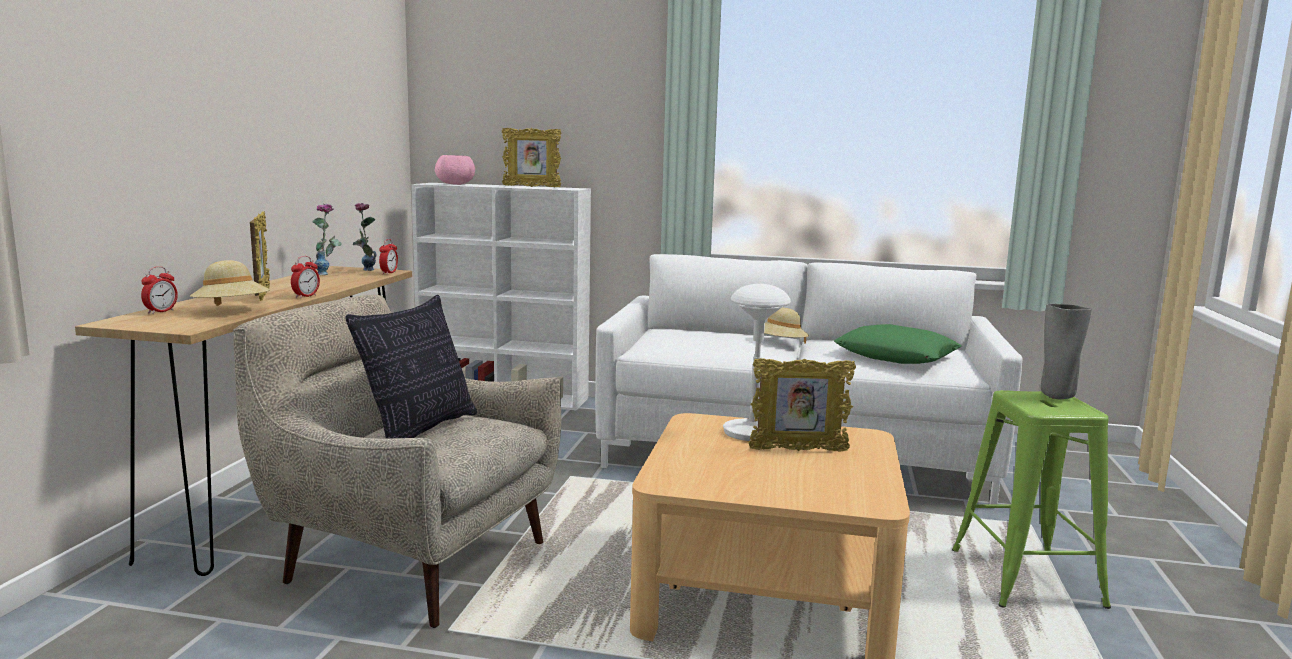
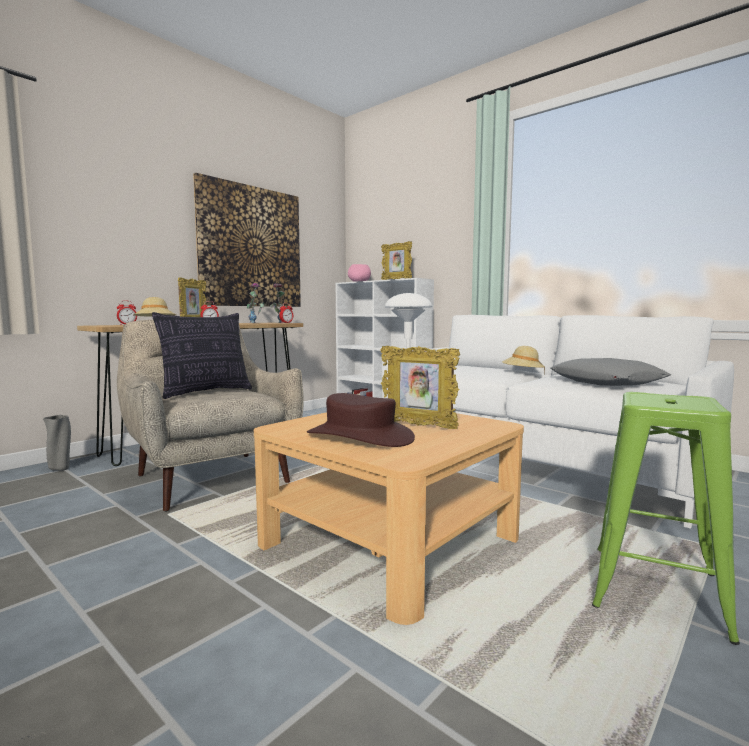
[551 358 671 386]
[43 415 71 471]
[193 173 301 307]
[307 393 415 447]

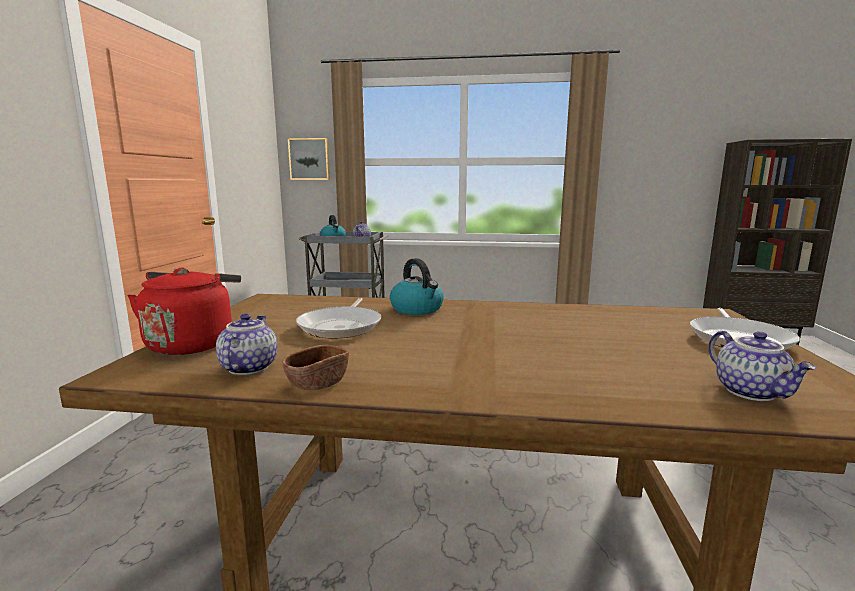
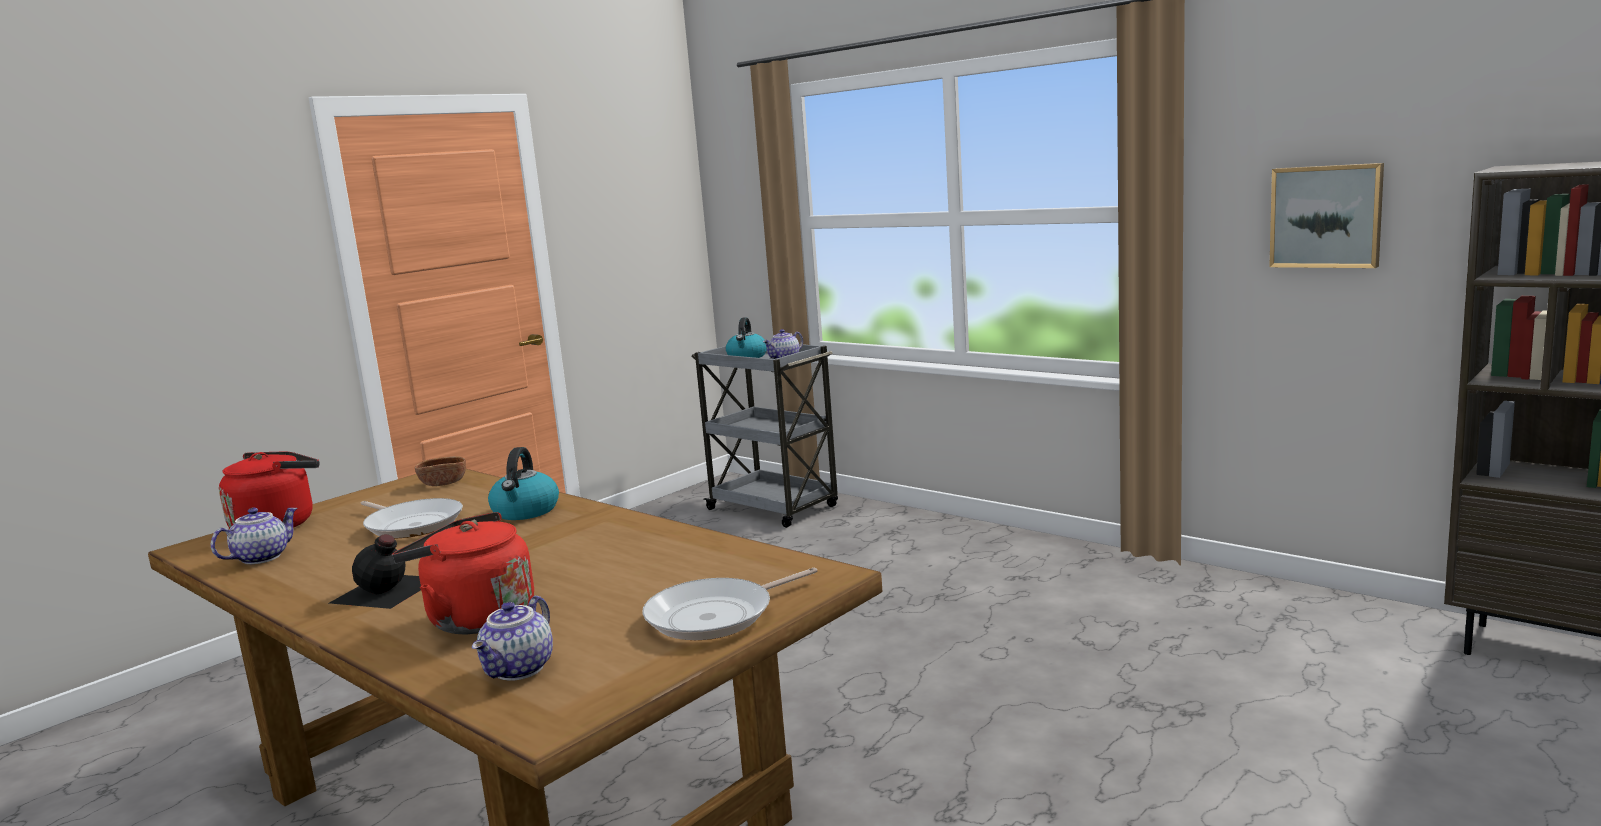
[415 456 466 486]
[1269 163 1384 268]
[361 498 463 538]
[329 534 421 609]
[392 512 534 634]

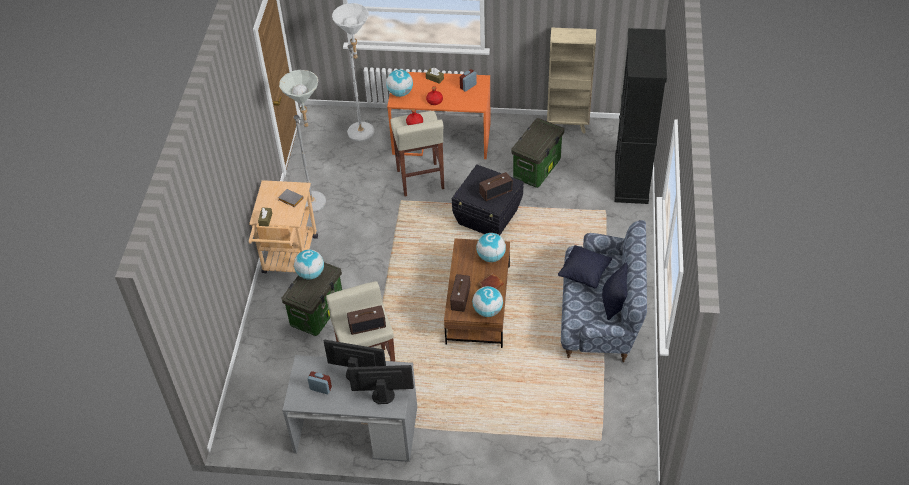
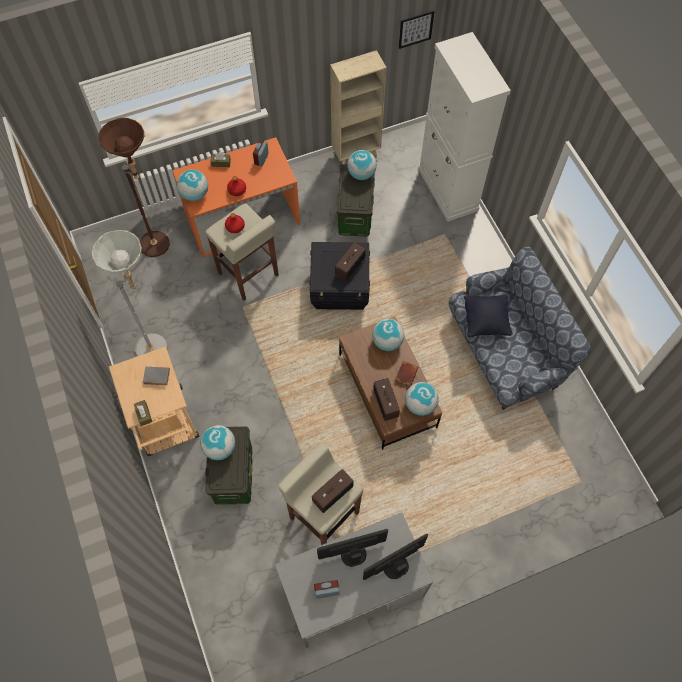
[98 118 170 257]
[602 262 628 320] (first image)
[418 32 511 222]
[347 150 377 180]
[399 10 435 49]

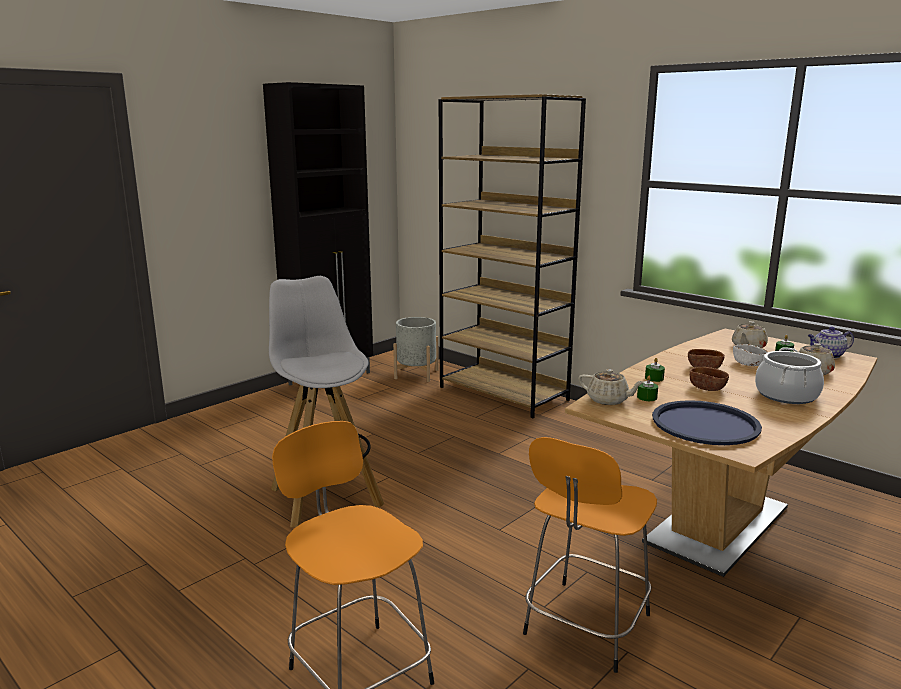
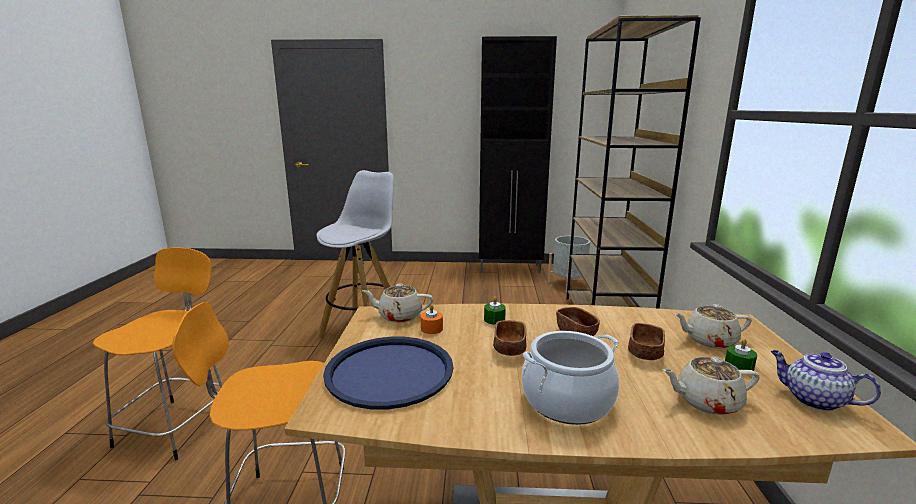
[362 284 433 323]
[421 304 443 334]
[628 323 665 360]

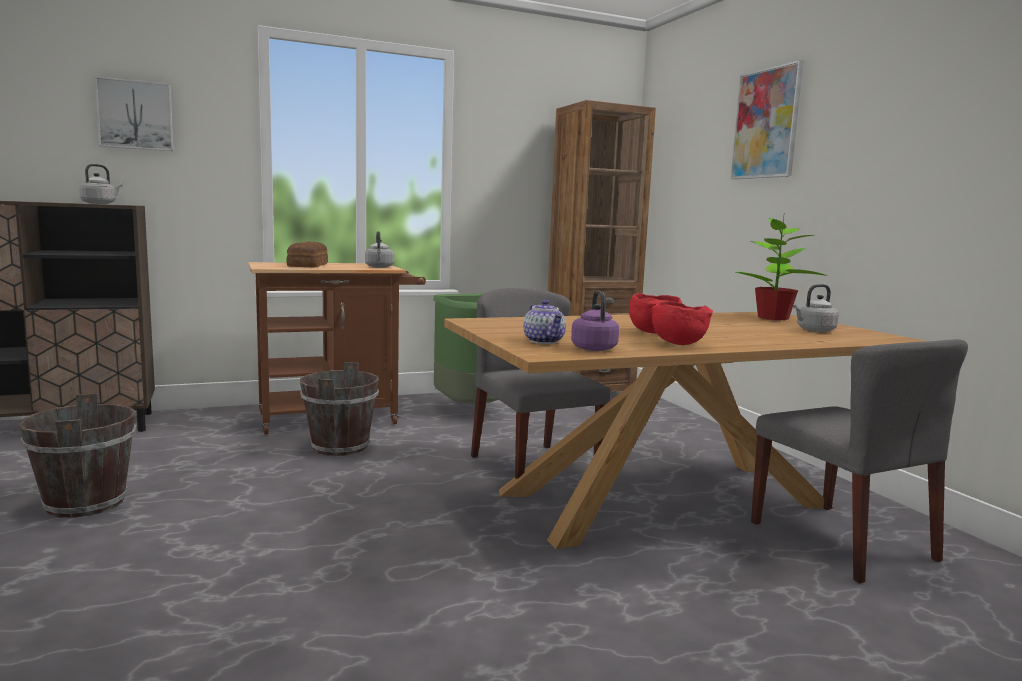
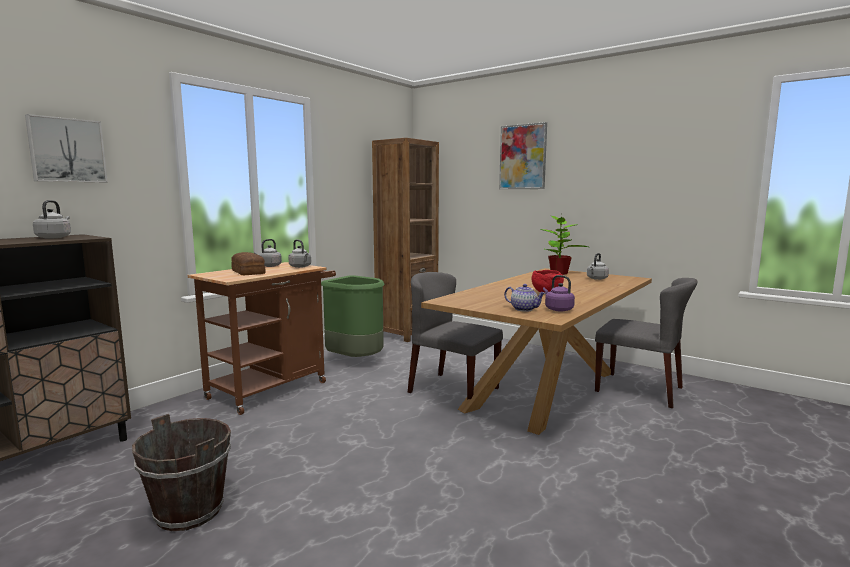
[300 362 379 456] (first image)
[650 302 713 345] (first image)
[254 239 282 267]

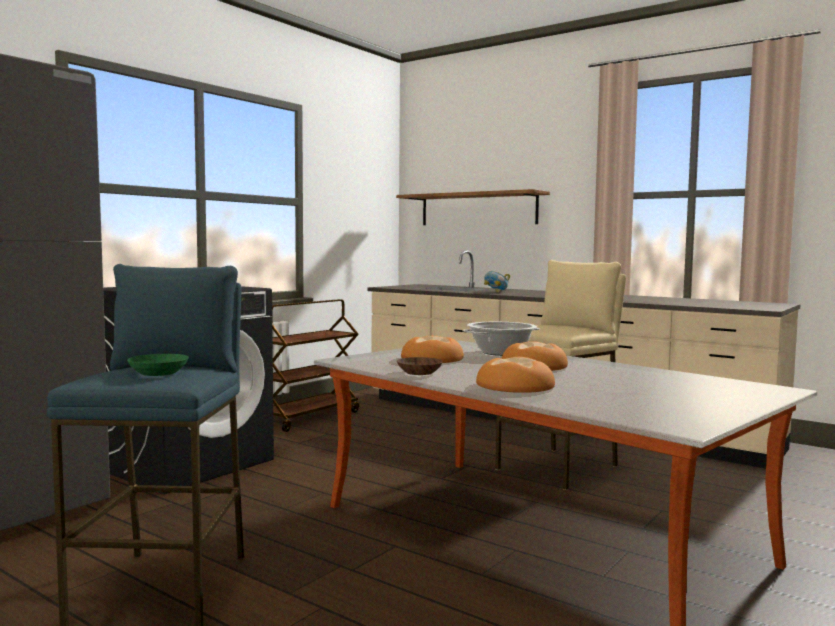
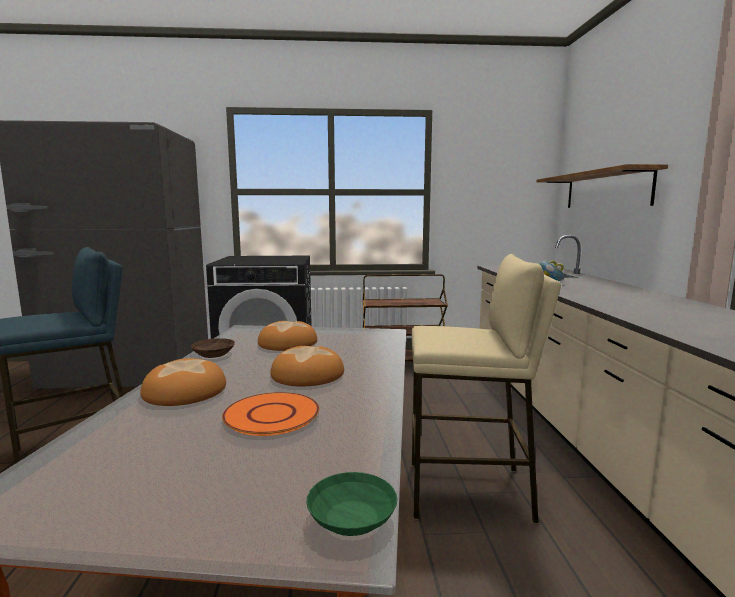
[306 472 397 536]
[462 322 540 356] (first image)
[222 392 319 436]

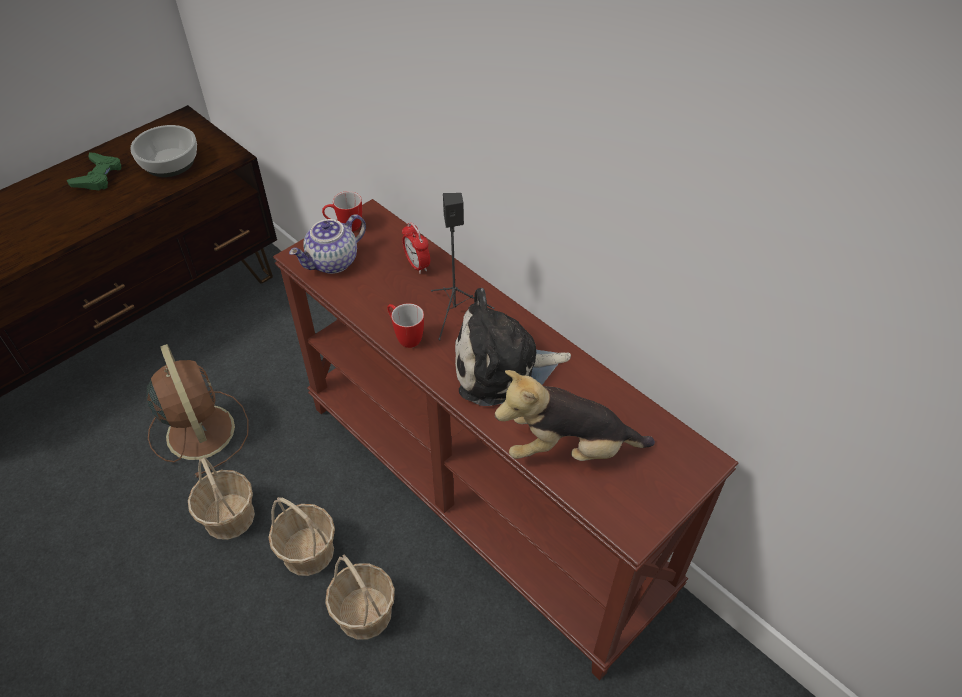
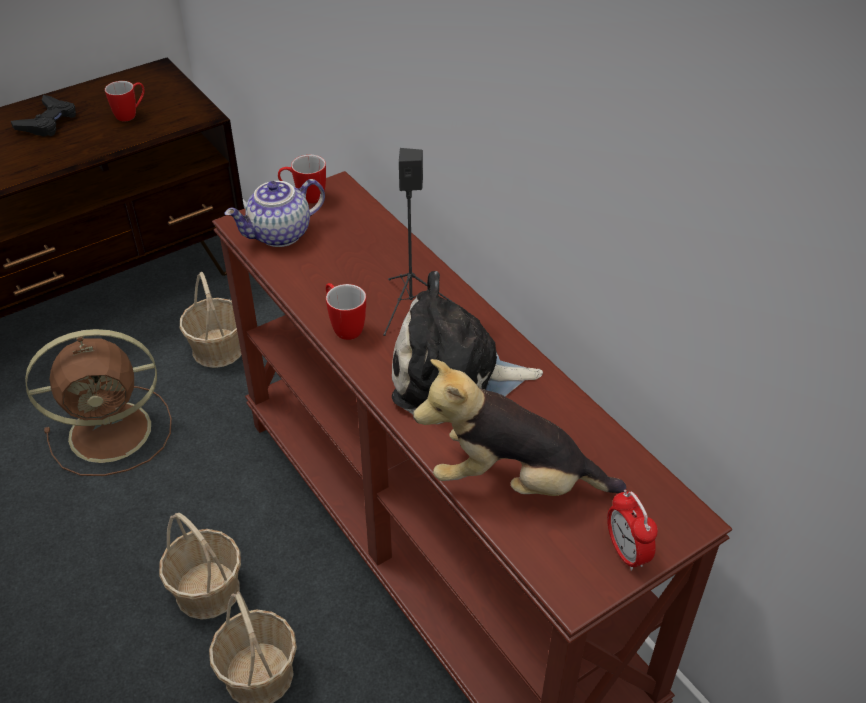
[11 95 76 137]
[105 81 145 122]
[25 329 172 476]
[180 272 242 368]
[607 490 658 571]

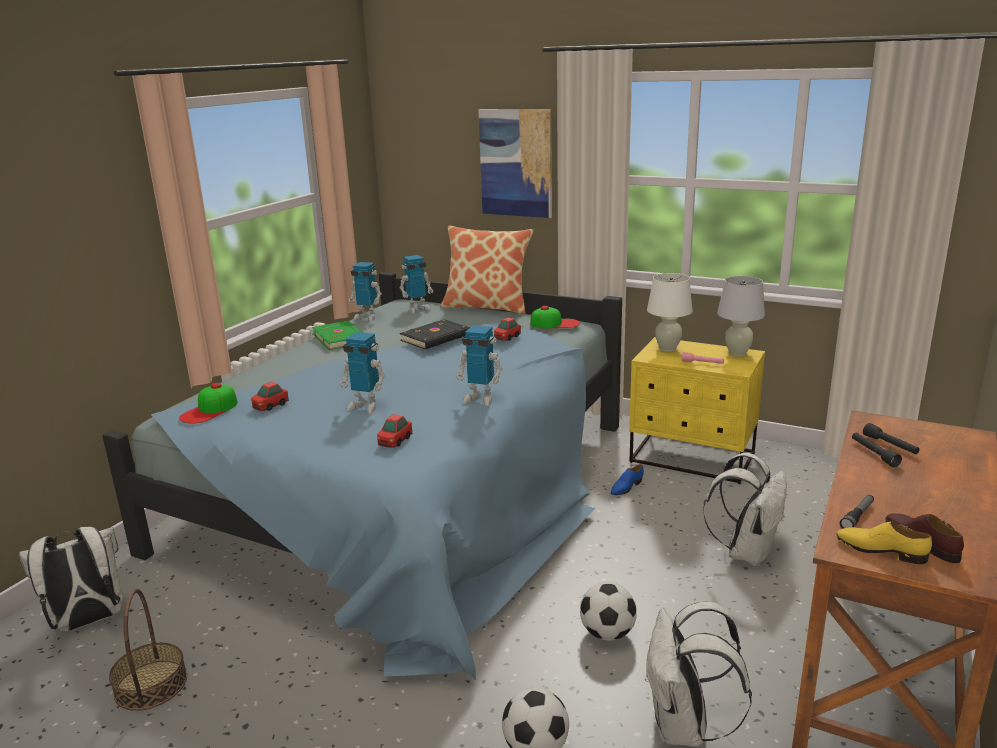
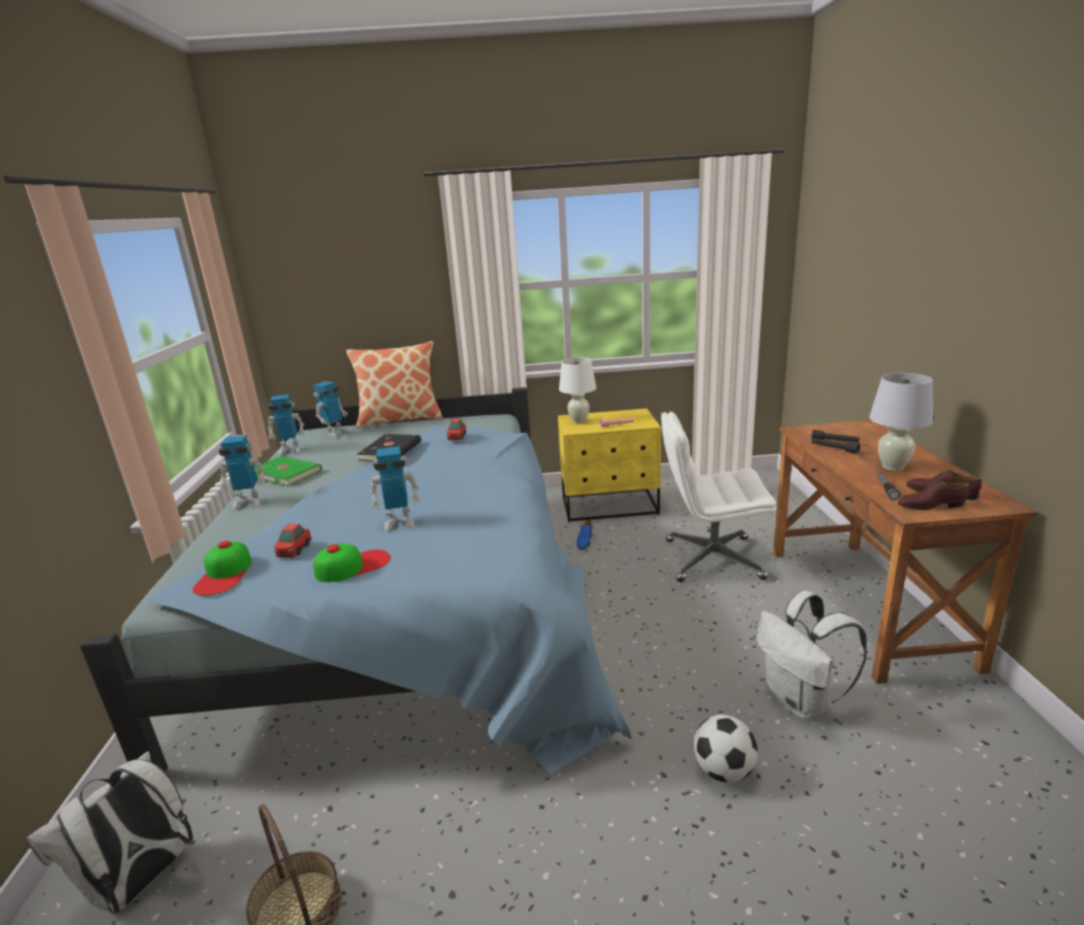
[377 414 412 448] (first image)
[219 435 265 510]
[478 109 552 218] (first image)
[313 543 391 582]
[580 582 637 641] (first image)
[661 412 777 582]
[869 373 933 471]
[898 481 969 510]

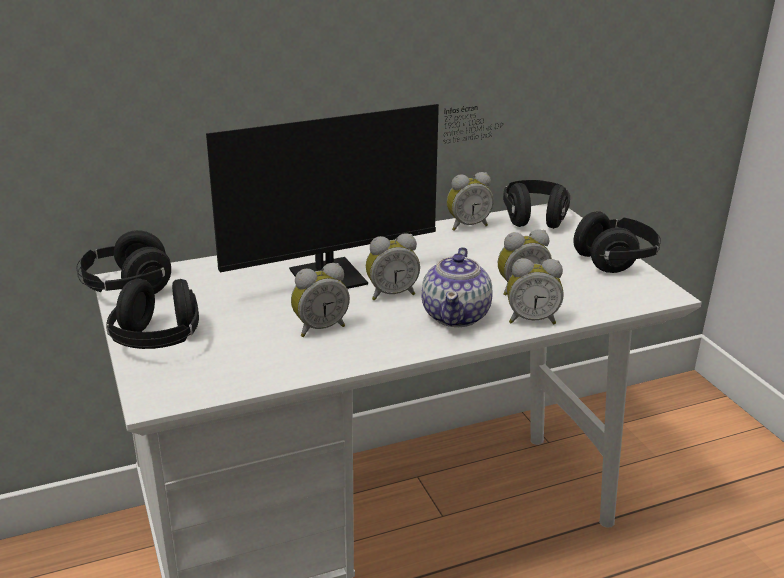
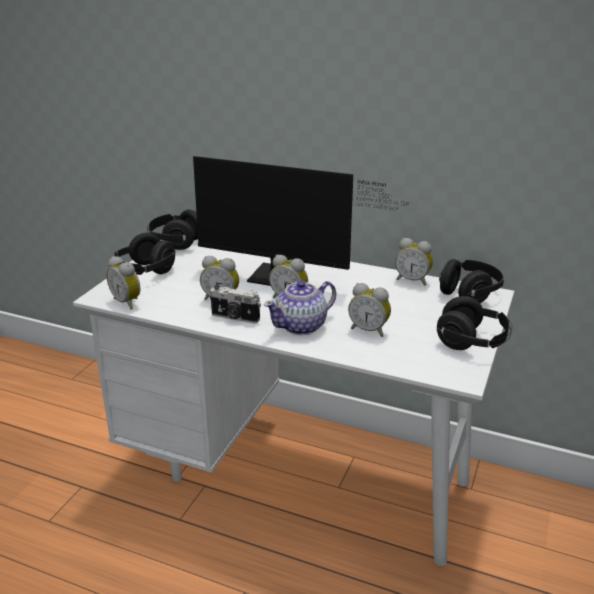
[106 256 141 309]
[210 285 261 324]

